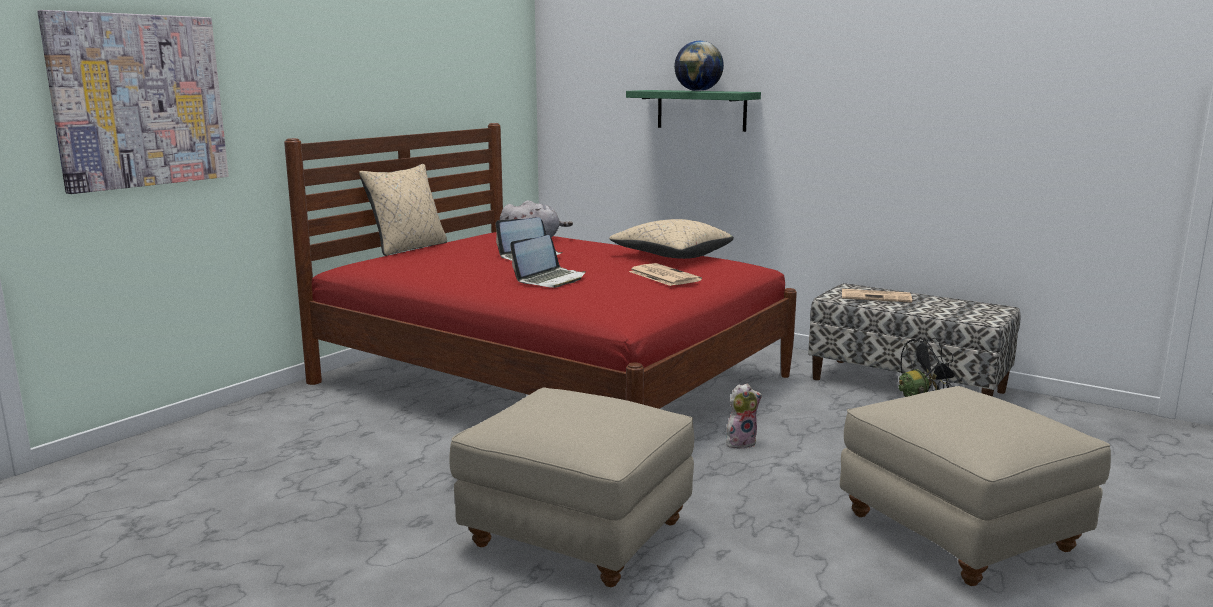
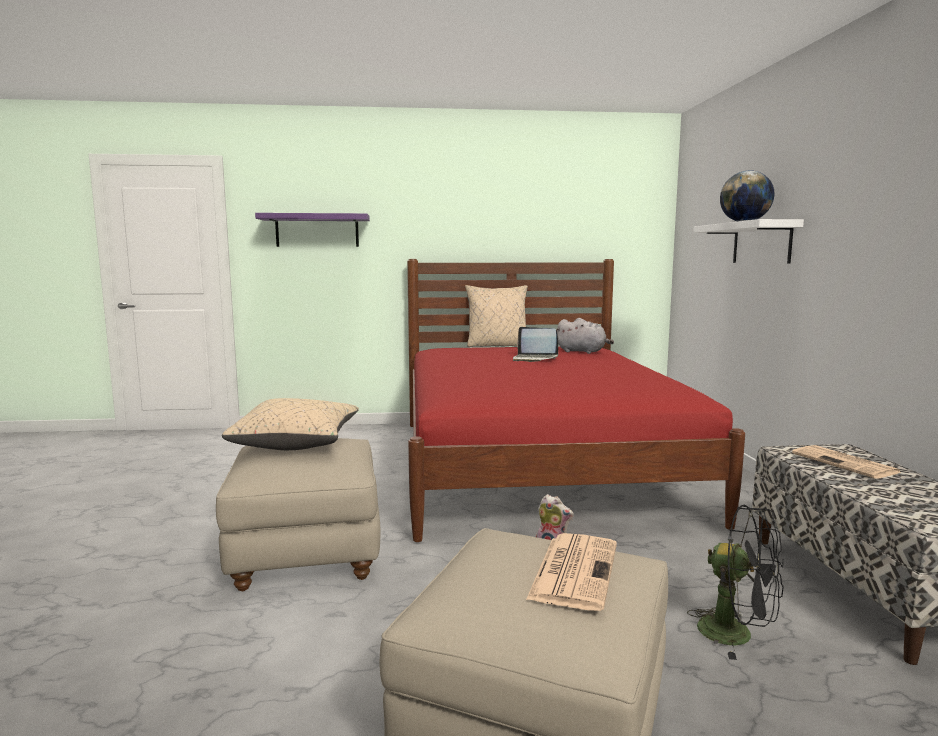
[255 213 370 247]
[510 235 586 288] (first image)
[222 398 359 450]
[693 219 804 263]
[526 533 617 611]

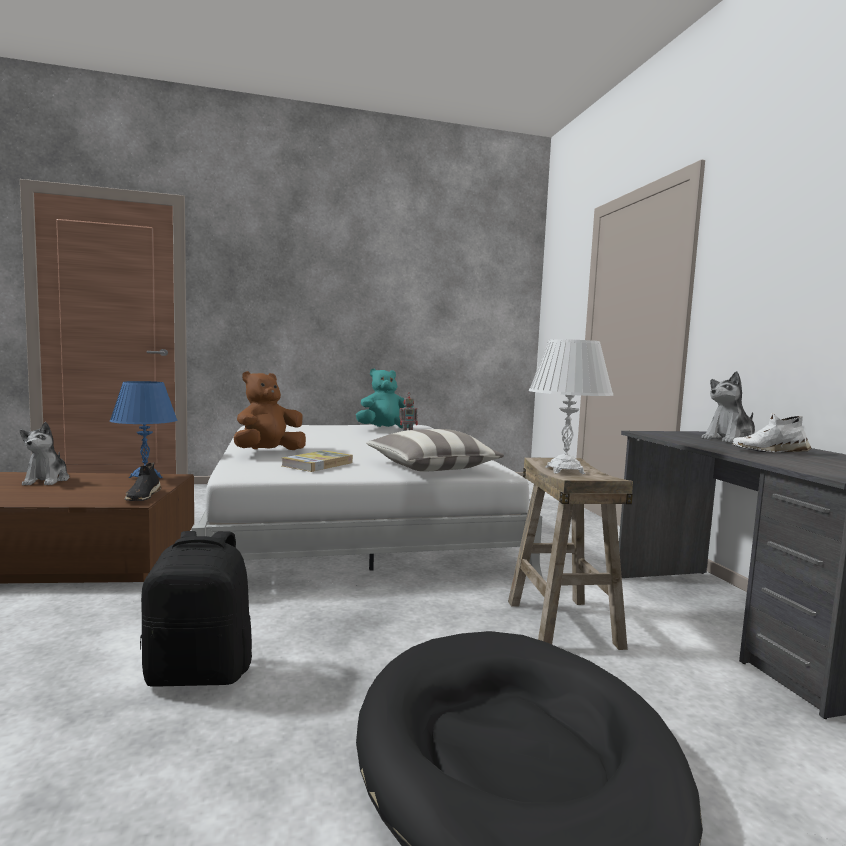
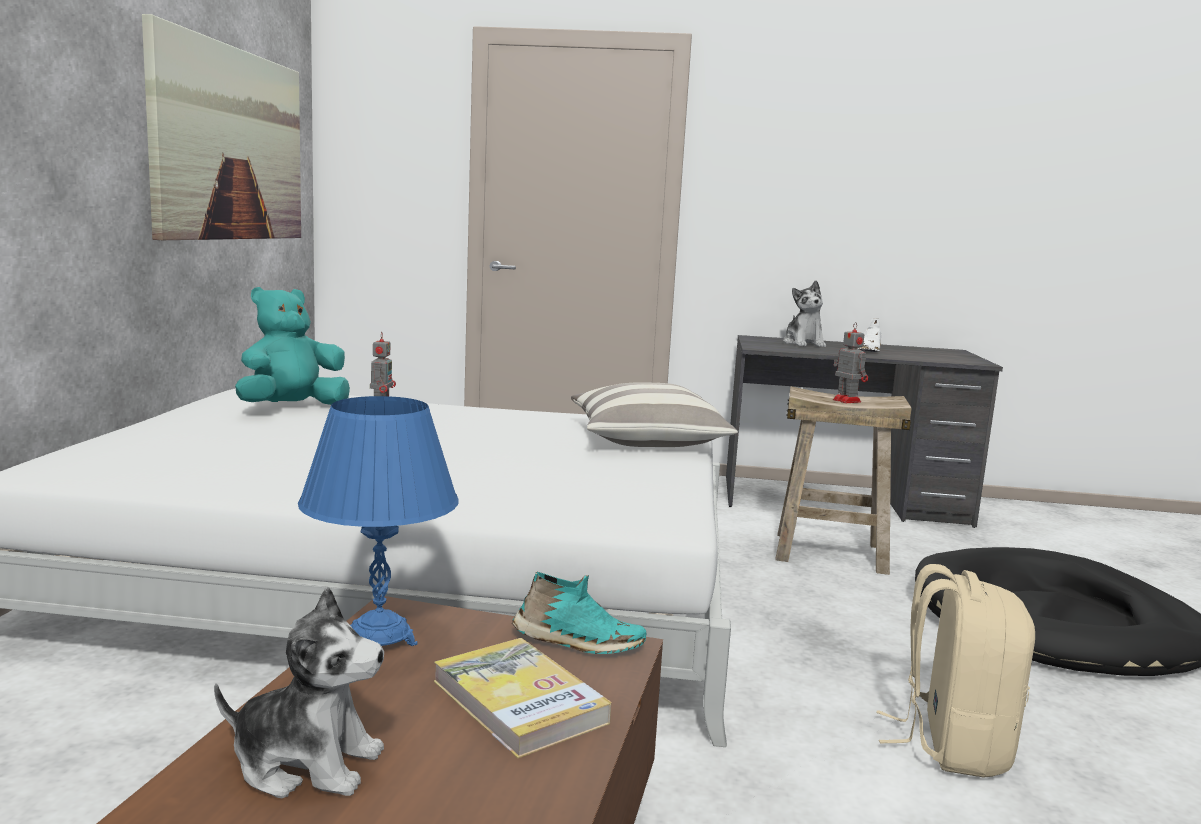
[512 571 646 654]
[876 564 1035 778]
[234 371 306 450] (first image)
[434 638 611 758]
[235 287 350 405]
[833 322 868 403]
[142 14 301 240]

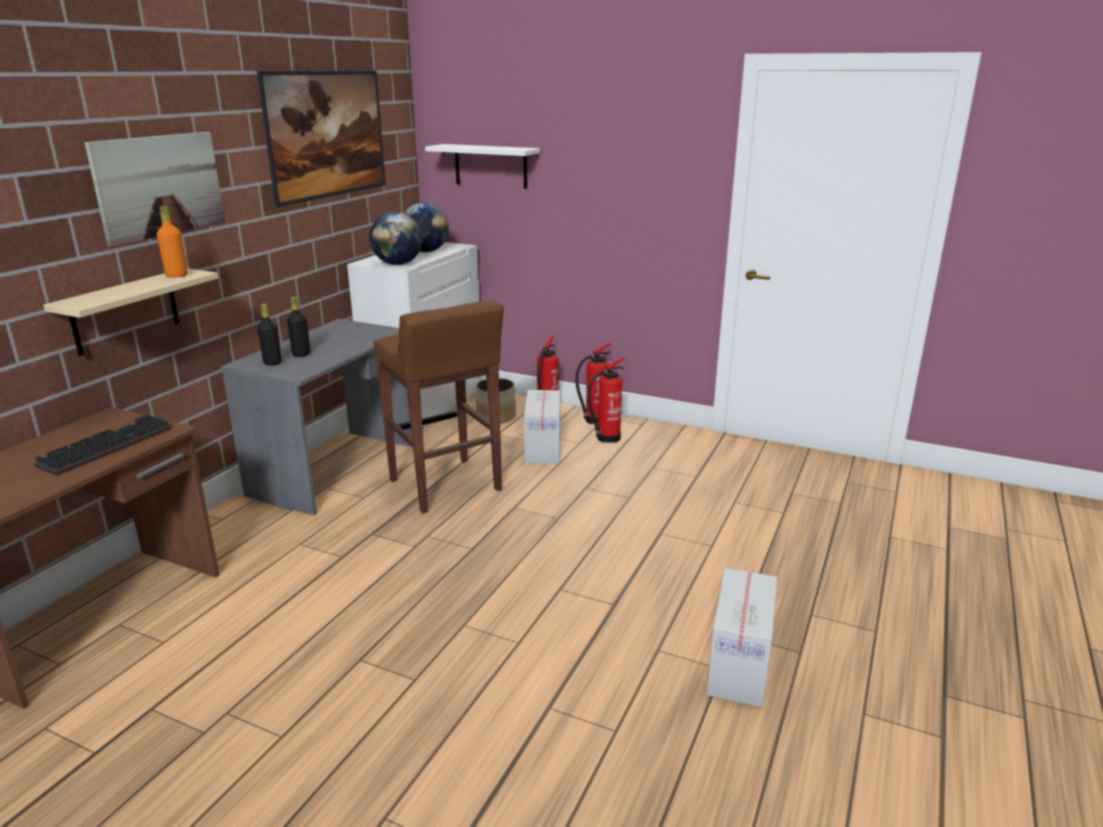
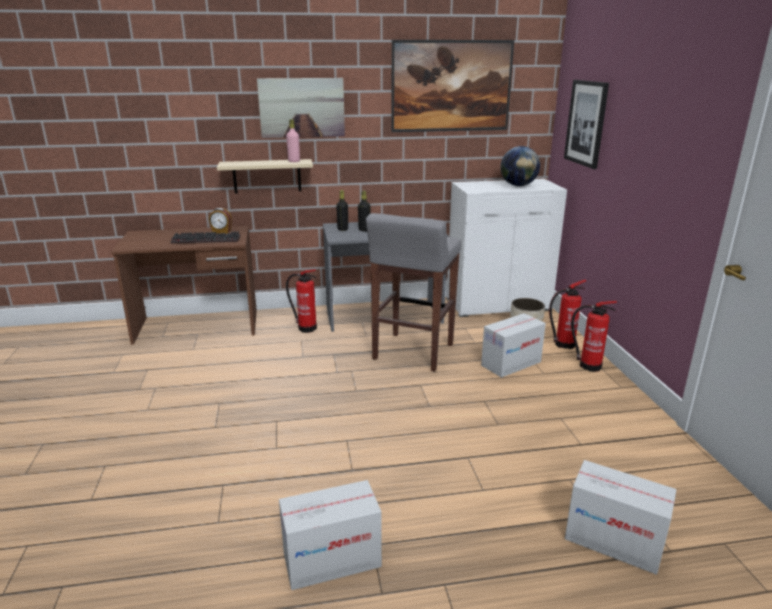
[286 119 300 162]
[370 212 422 265] (first image)
[366 213 461 372]
[564 80 609 169]
[286 269 317 333]
[209 208 232 233]
[565 460 676 575]

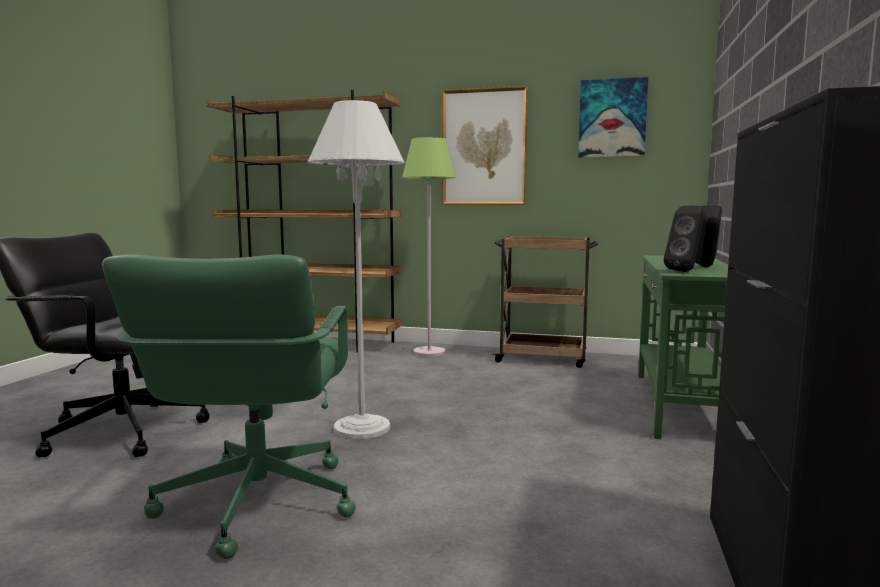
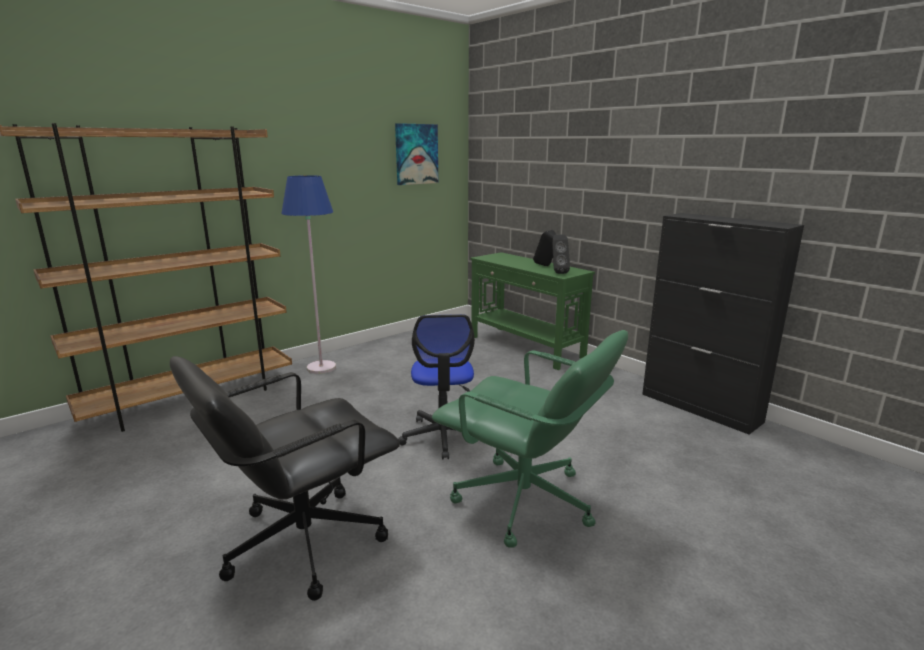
[398 314 475 460]
[281 175 336 374]
[442 86 528 205] (first image)
[492 236 599 368] (first image)

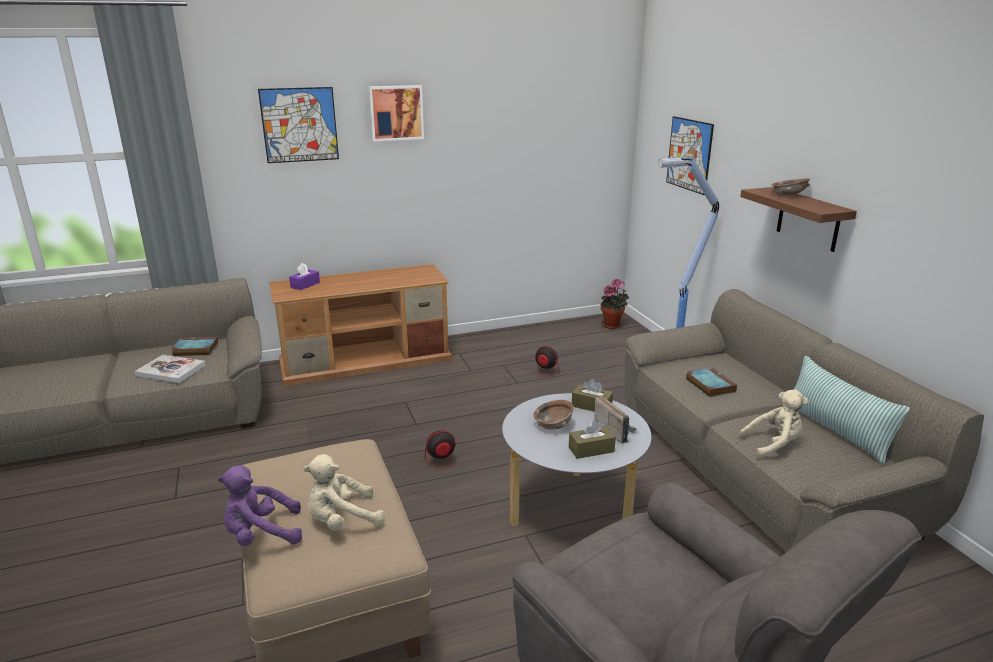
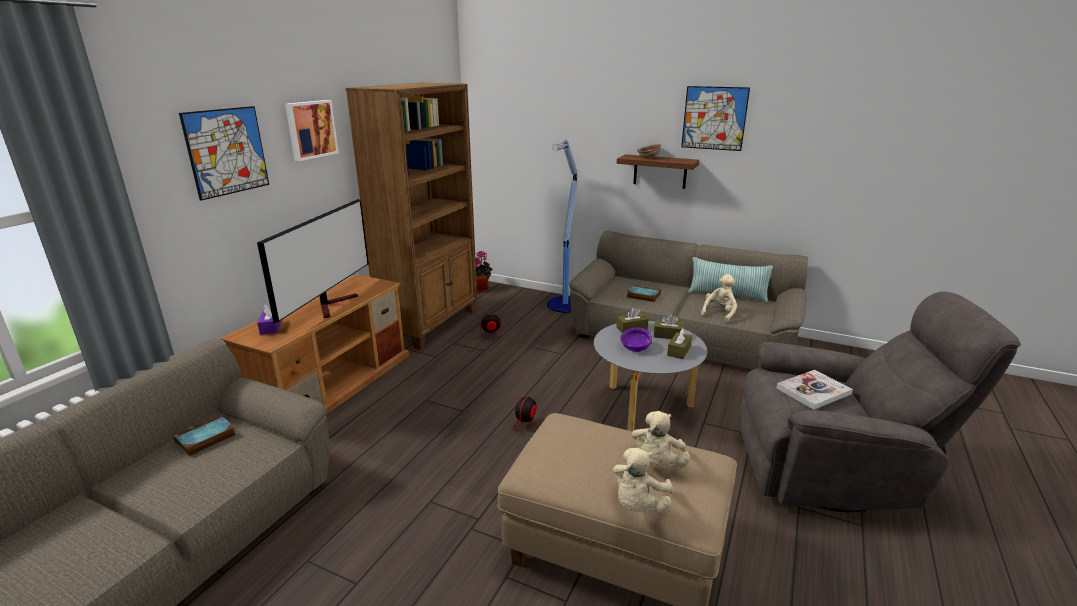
[777 370 853 410]
[613 448 674 513]
[620 327 652 352]
[654 314 684 339]
[681 86 750 151]
[257 199 369 323]
[346 83 477 350]

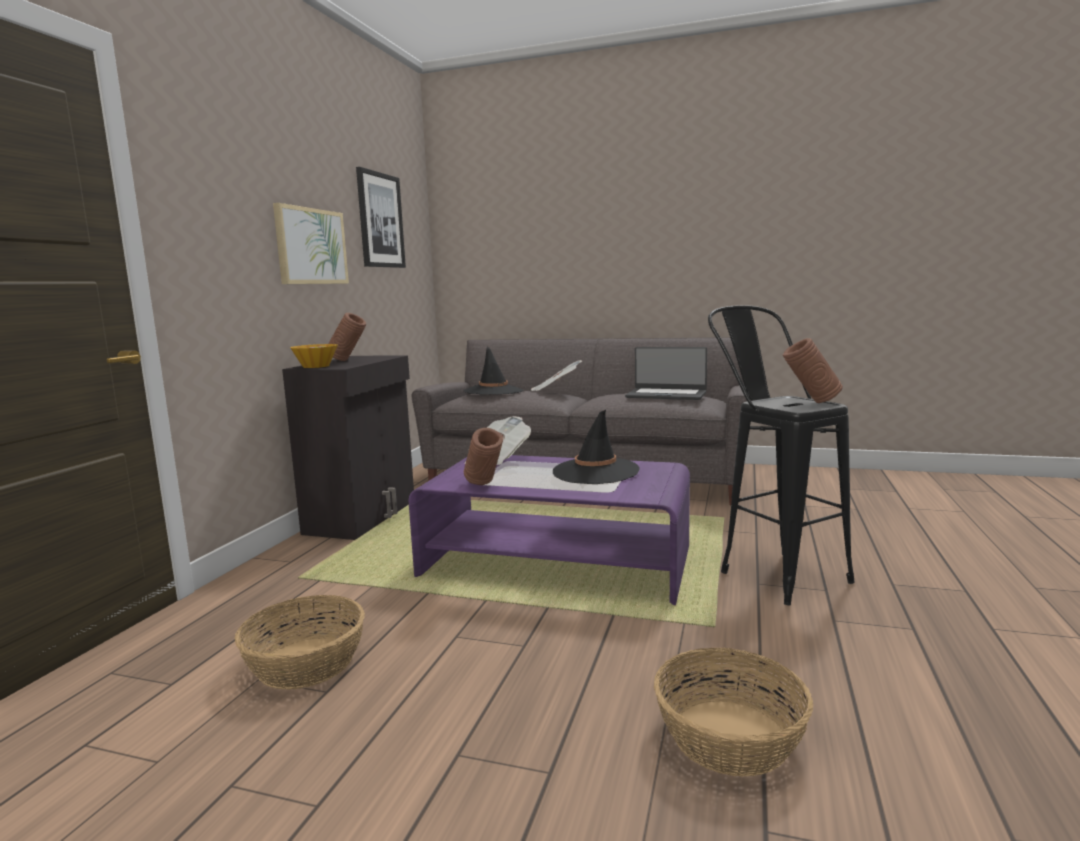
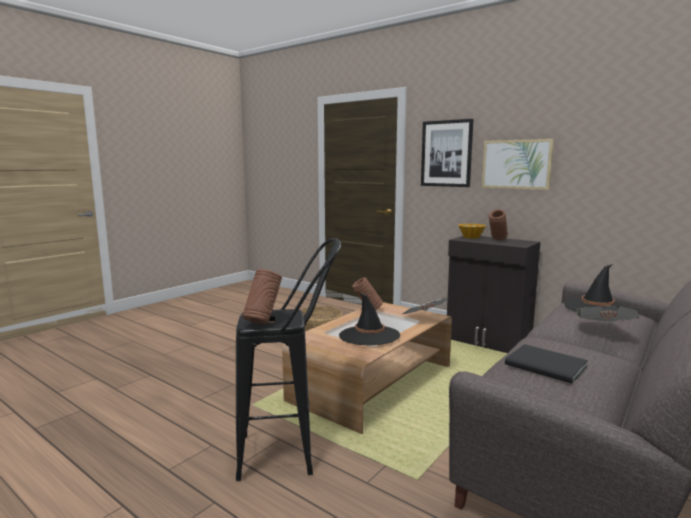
[421 119 474 187]
[282 302 452 434]
[505 344 588 383]
[654 648 813 777] (first image)

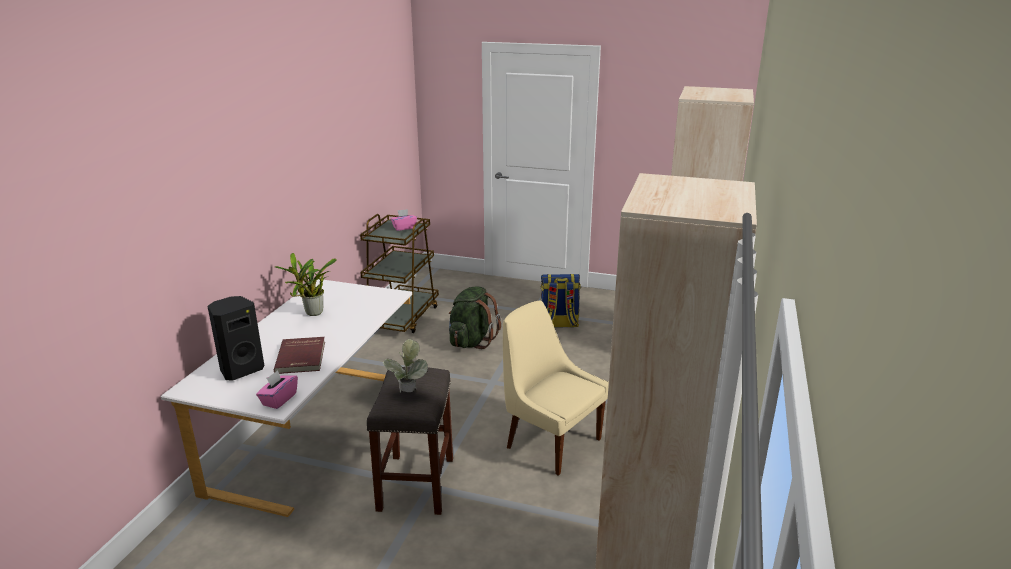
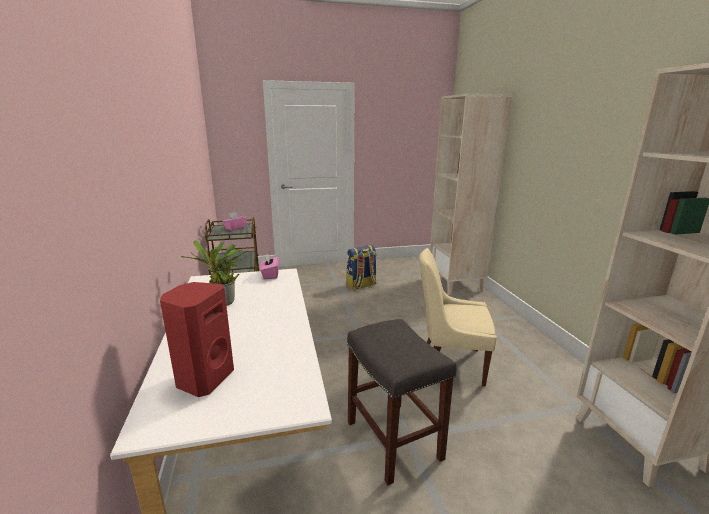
[160 282 234 397]
[260 254 279 279]
[274 337 325 374] (first image)
[382 339 428 392] (first image)
[449 286 501 349] (first image)

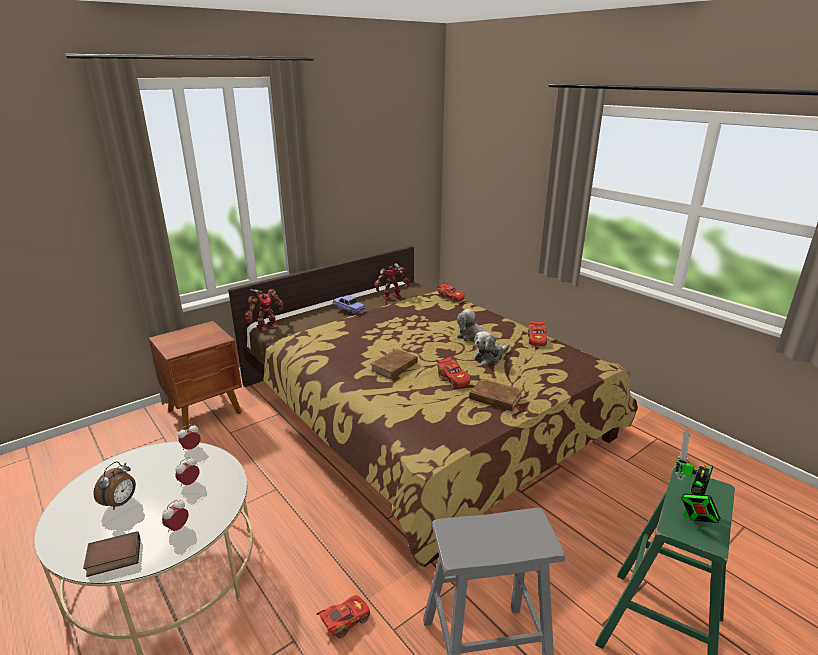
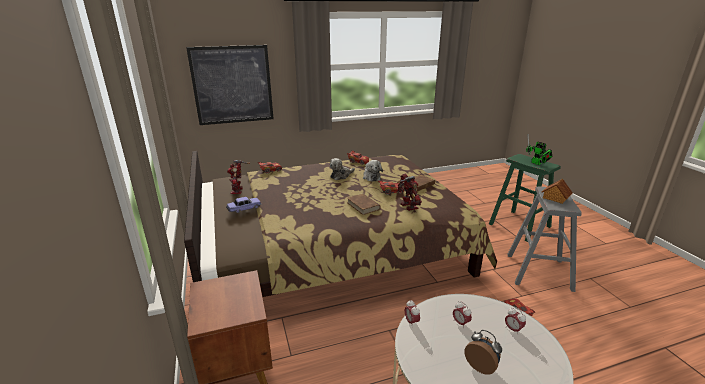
[83 531 140 577] (first image)
[397 173 422 211]
[186 45 274 125]
[542 179 572 204]

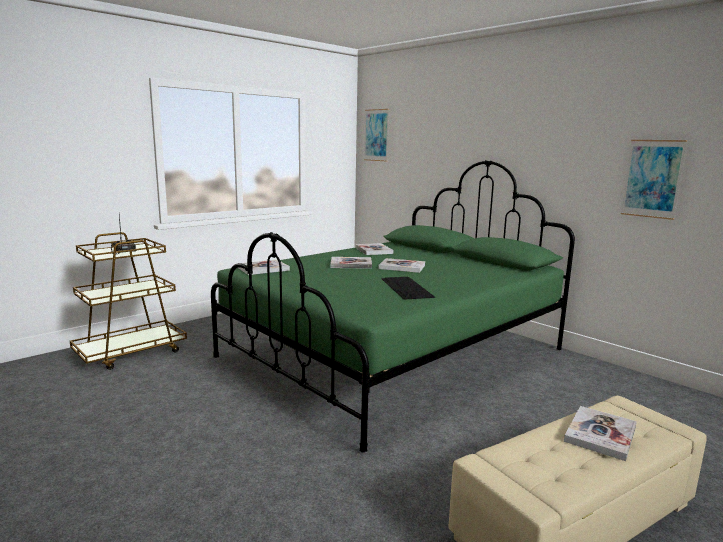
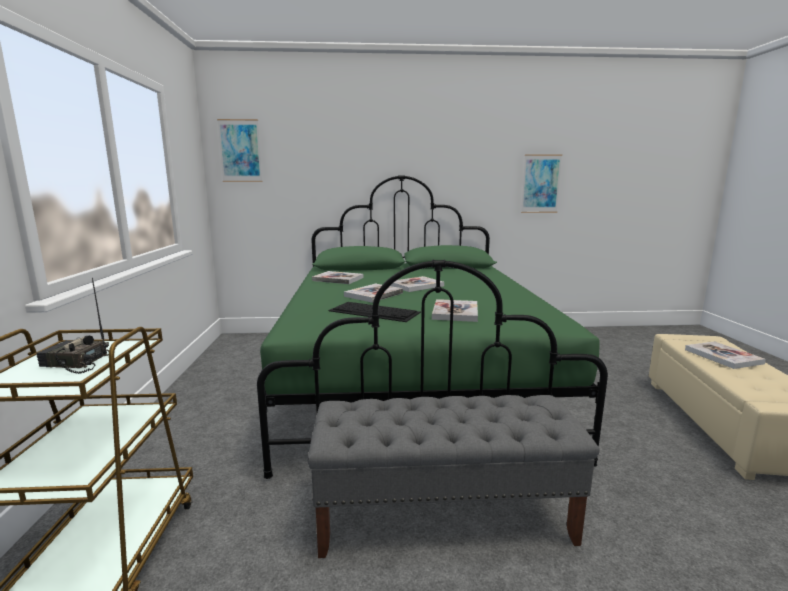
[432 299 478 322]
[328 302 421 322]
[308 395 599 558]

